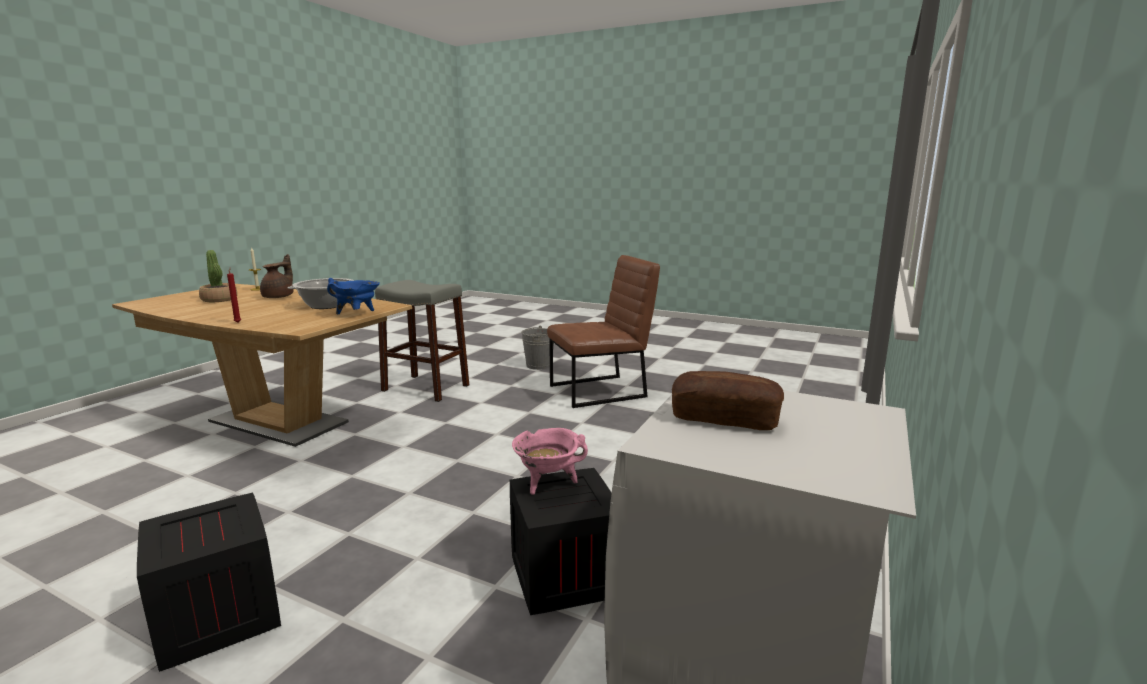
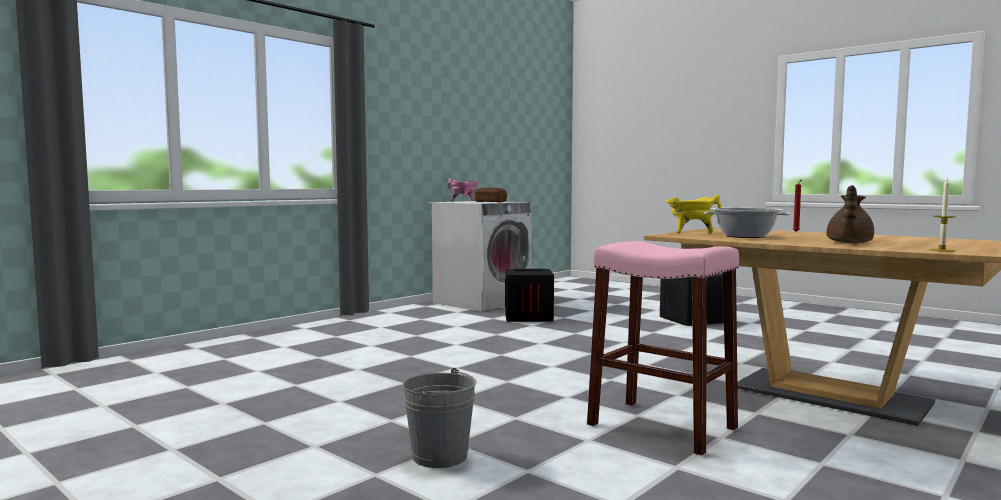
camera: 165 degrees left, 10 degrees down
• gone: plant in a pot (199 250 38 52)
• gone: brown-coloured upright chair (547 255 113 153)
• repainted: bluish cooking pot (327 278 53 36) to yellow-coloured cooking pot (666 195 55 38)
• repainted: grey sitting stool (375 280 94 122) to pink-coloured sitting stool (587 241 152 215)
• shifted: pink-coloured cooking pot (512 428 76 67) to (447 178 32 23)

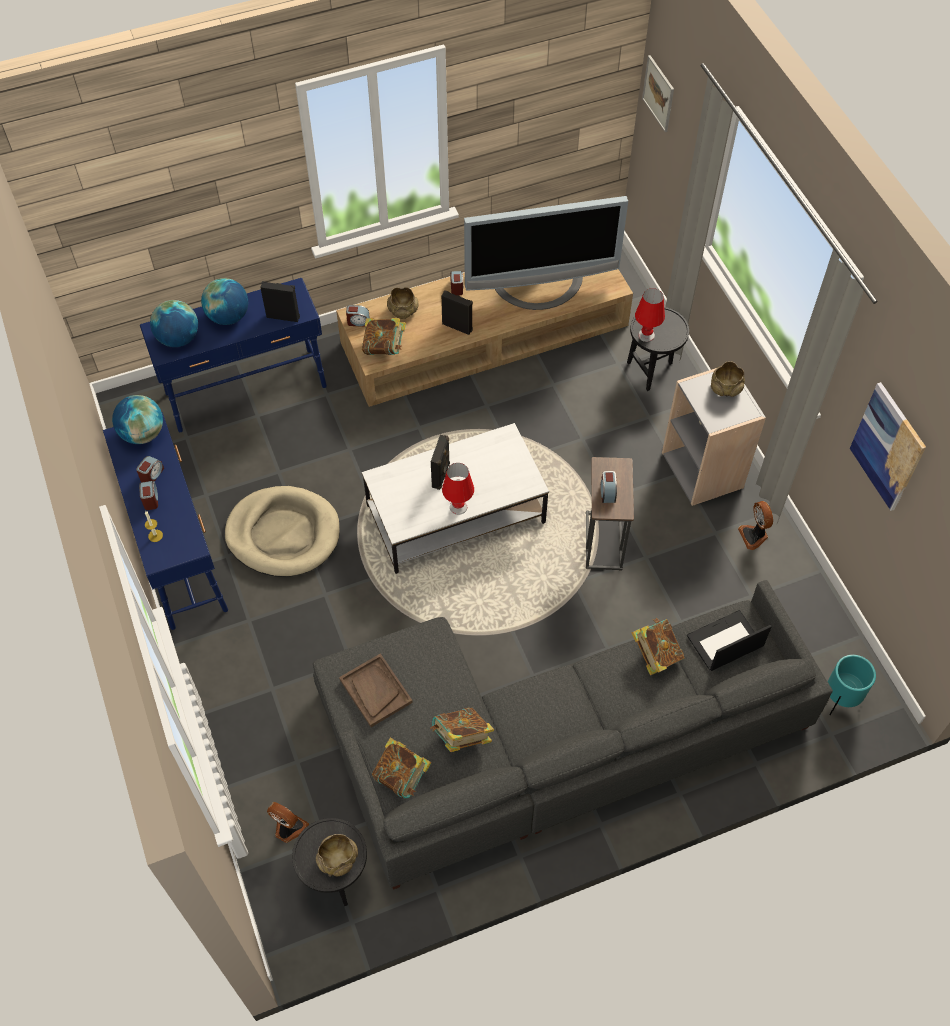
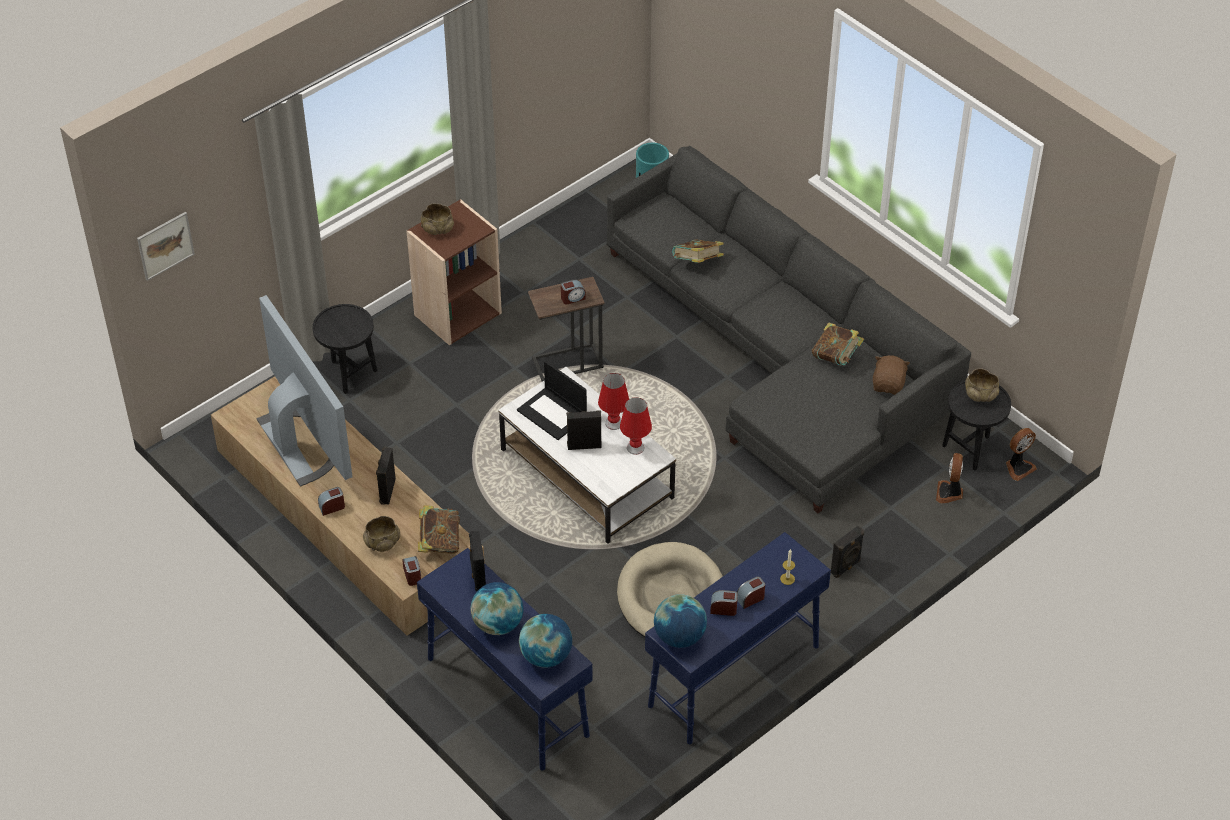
camera: 110 degrees left, 10 degrees down
• shifted: red-coloured table lamp (635 288 30 54) to (620 397 32 58)
• repainted: grey bookcase (662 368 104 138) to brown-coloured bookcase (406 199 96 146)
• gone: wall picture (850 382 76 129)
• shifted: fan (738 501 35 49) to (1006 428 31 53)
• shifted: notebook computer (687 610 85 61) to (517 361 70 79)
• gone: brown-coloured serving tray (339 653 74 74)
• swapped: book (372 738 59 60) to brown-coloured soft toy (873 355 37 40)
• new: black audio speaker (831 526 33 52)

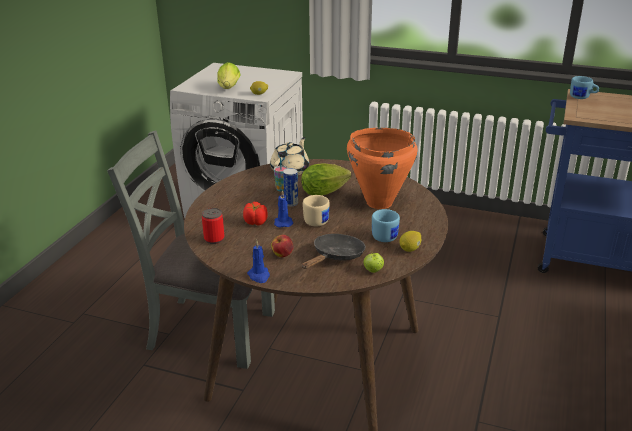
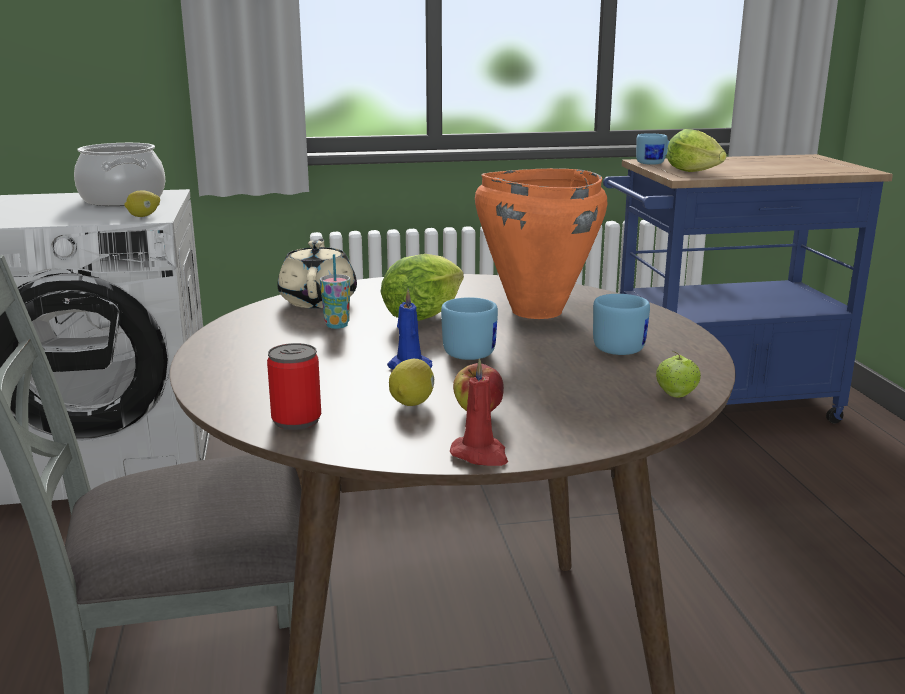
camera: 30 degrees left, 10 degrees down
• shifted: head of lettuce (217 62 24 27) to (666 129 61 43)
• gone: can (283 168 15 39)
• repainted: beige tea mug (303 195 27 31) to bluish tea mug (441 297 57 63)
• gone: fresh tomato (243 202 25 23)
• shifted: lemon (400 231 21 21) to (389 359 45 47)
• gone: black skillet (302 234 63 35)
• repainted: bluish candle (247 240 23 43) to red-coloured candle (450 358 58 108)
• new: cooking pot (74 143 91 63)

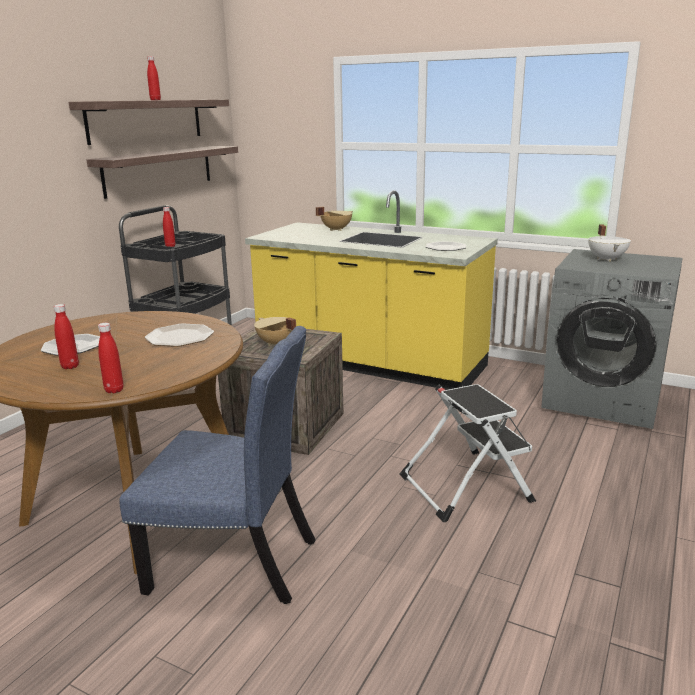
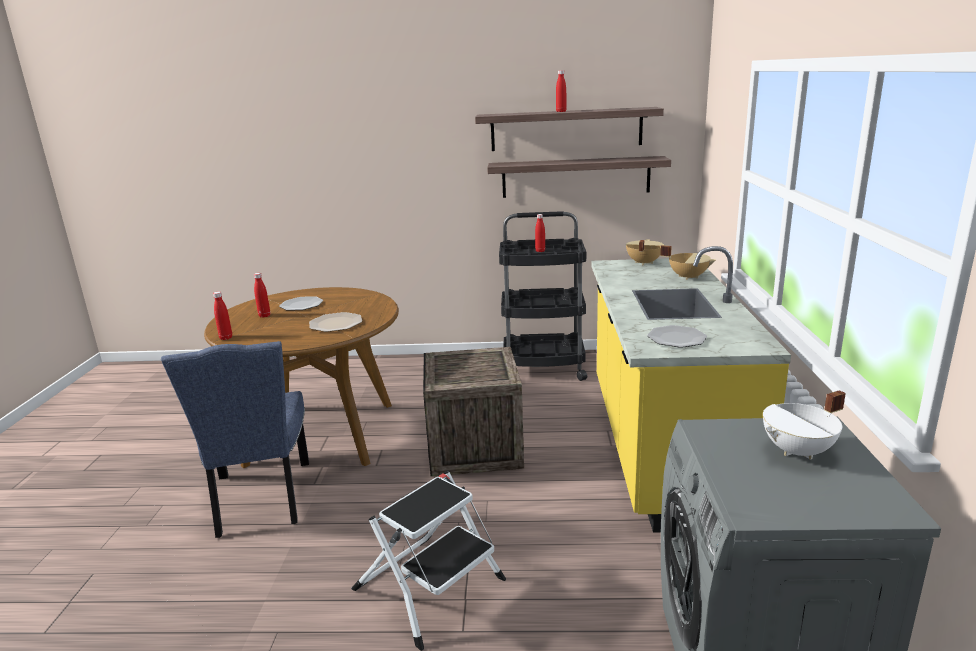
camera: 65 degrees right, 0 degrees up
• shifted: beige cooking pot (254 317 42 29) to (626 239 38 26)

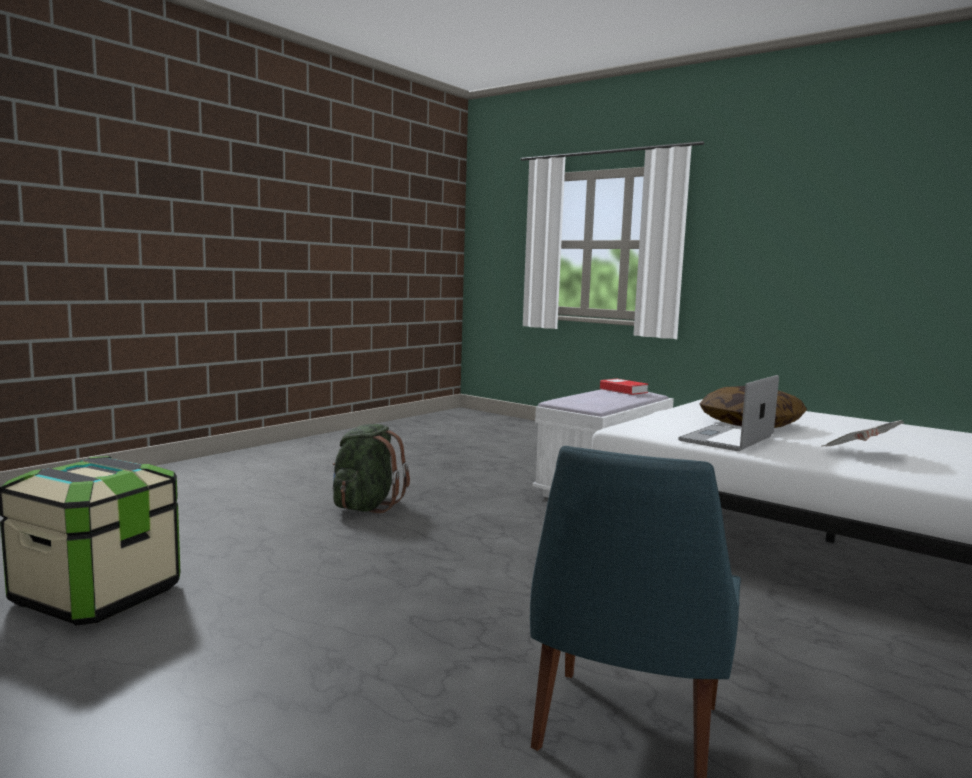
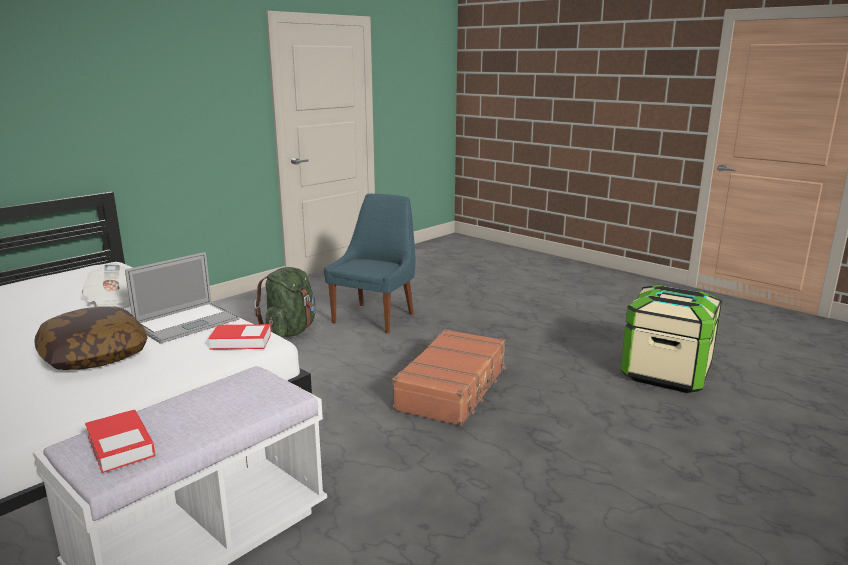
camera: 175 degrees left, 10 degrees up
• shifted: greenish rucksack (333 424 77 89) to (254 267 61 70)
• new: book (208 324 63 26)
• new: brown-coloured suitcase (392 329 115 97)

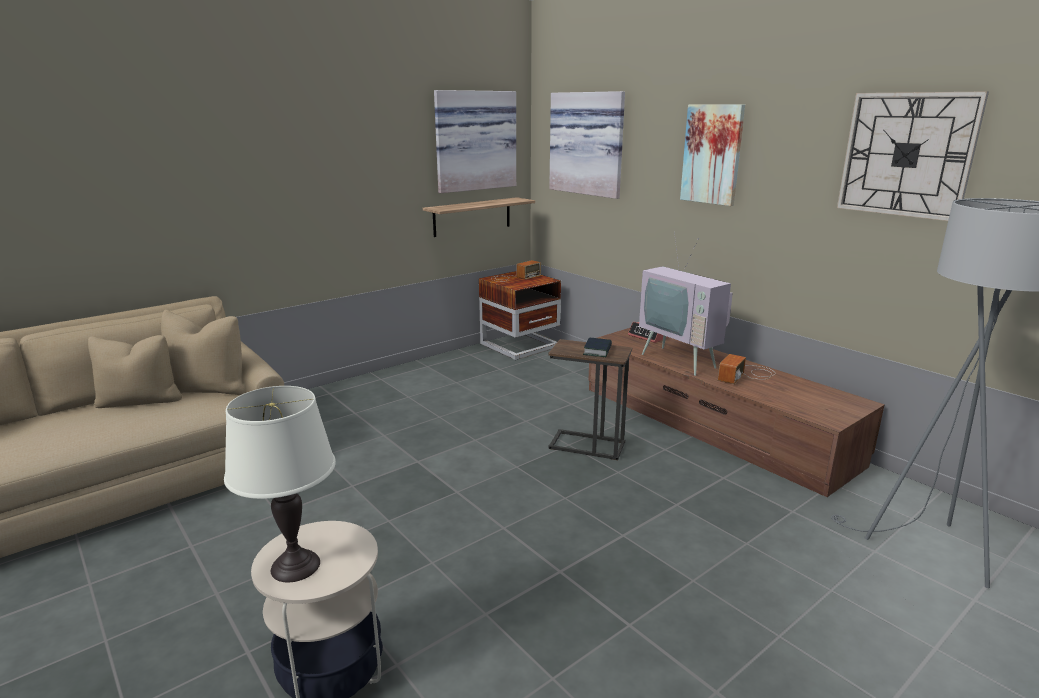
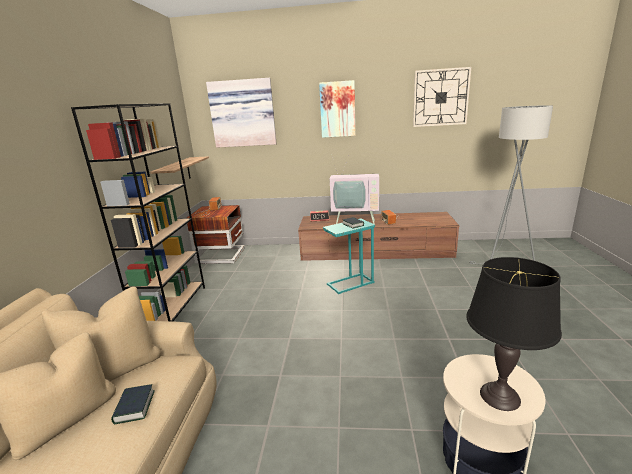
camera: 45 degrees left, 0 degrees up
• gone: wall picture (434 90 82 103)
• repainted: brown-coloured accent table (548 339 84 121) to blue-green accent table (323 219 52 75)
• repainted: whitish table lamp (224 386 112 197) to black table lamp (466 257 96 154)
• new: beige bookcase (71 103 134 219)
• new: book (111 384 44 41)

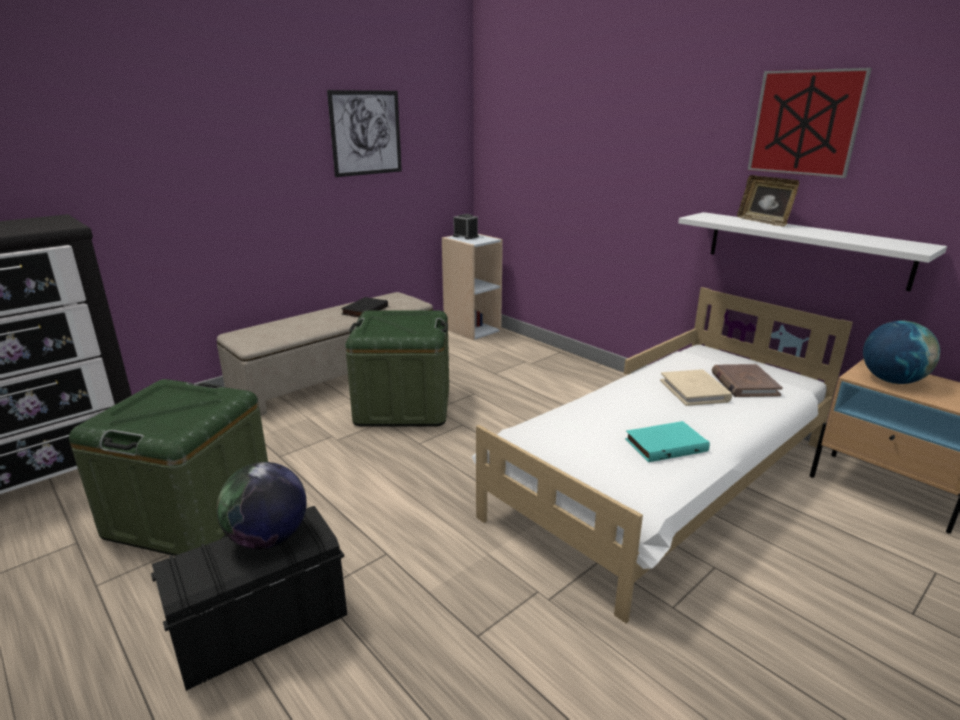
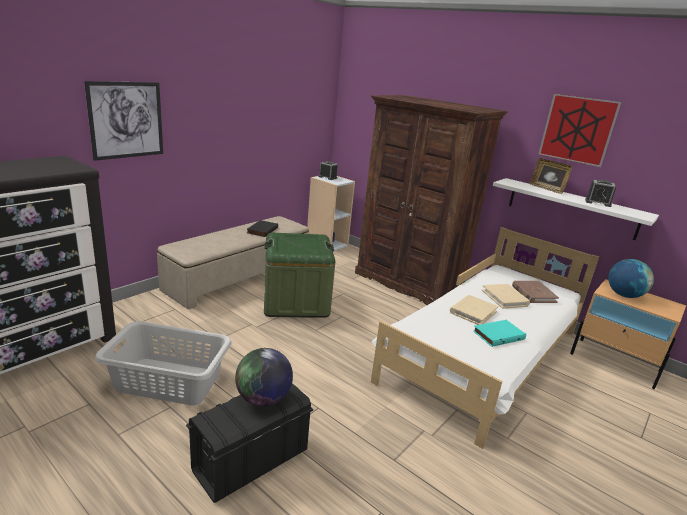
camera: 10 degrees left, 0 degrees up
• shifted: wall picture (327 90 75 87) to (84 81 79 80)
• swapped: greenish storage bin (69 379 199 177) to grey hamper (95 321 137 84)
• new: brown-coloured armoire (355 95 153 210)
• new: bedside clock (585 180 31 27)
• new: beige book (450 295 48 30)

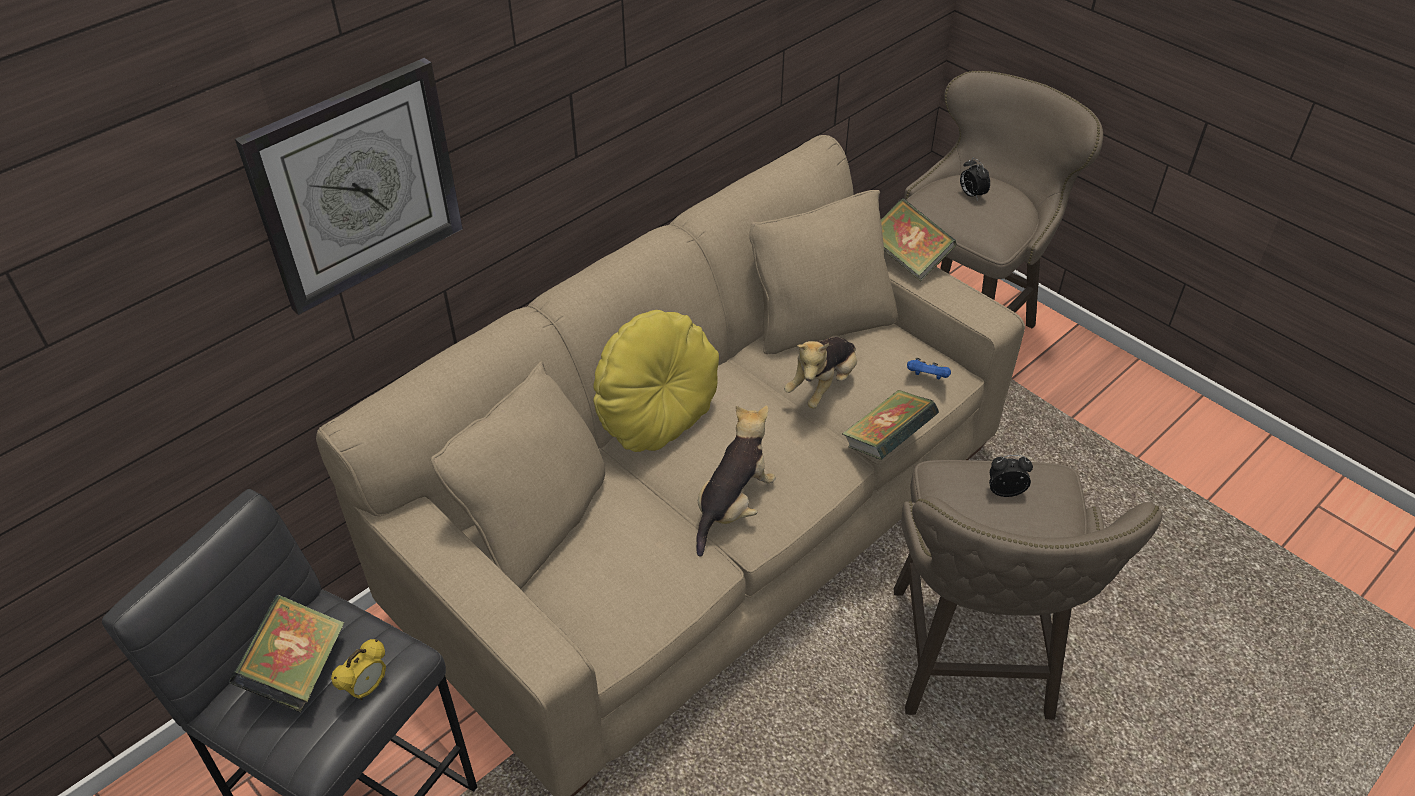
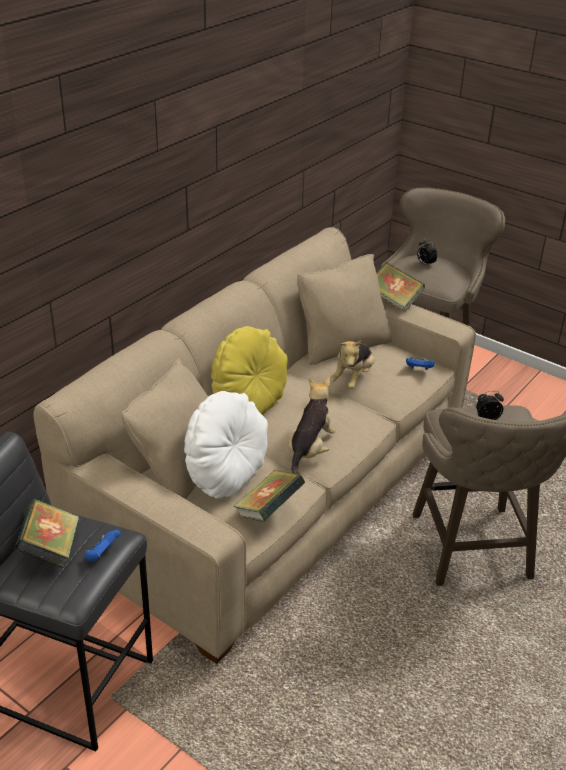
camera: 10 degrees left, 10 degrees down
• gone: wall clock (235 58 228 257)
• shifted: book (842 390 97 70) to (233 470 72 52)
• swapped: bedside clock (331 639 55 61) to bluish game controller (84 529 37 32)
• new: whitish throw pillow (184 391 84 108)

